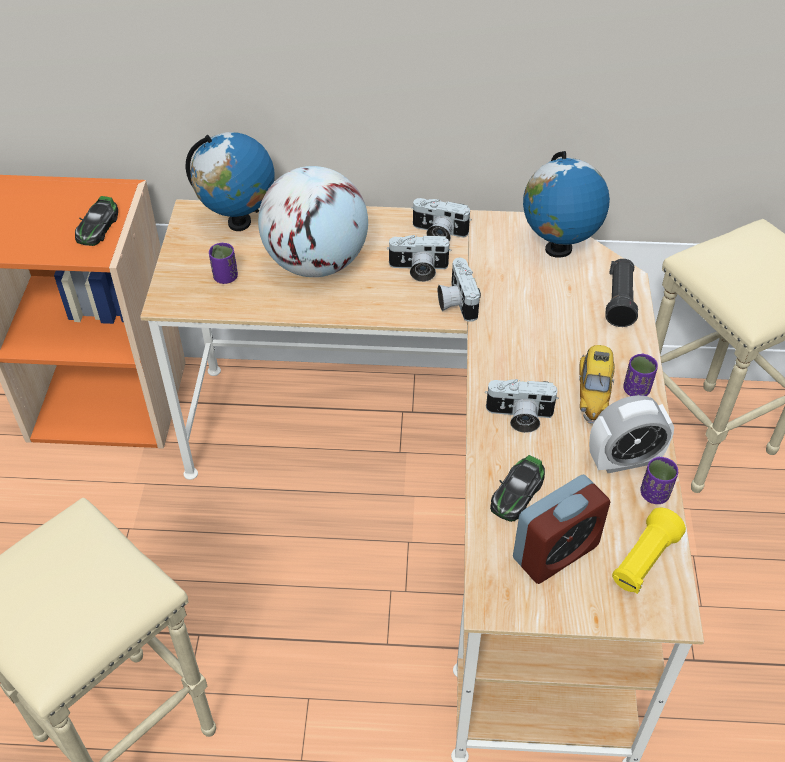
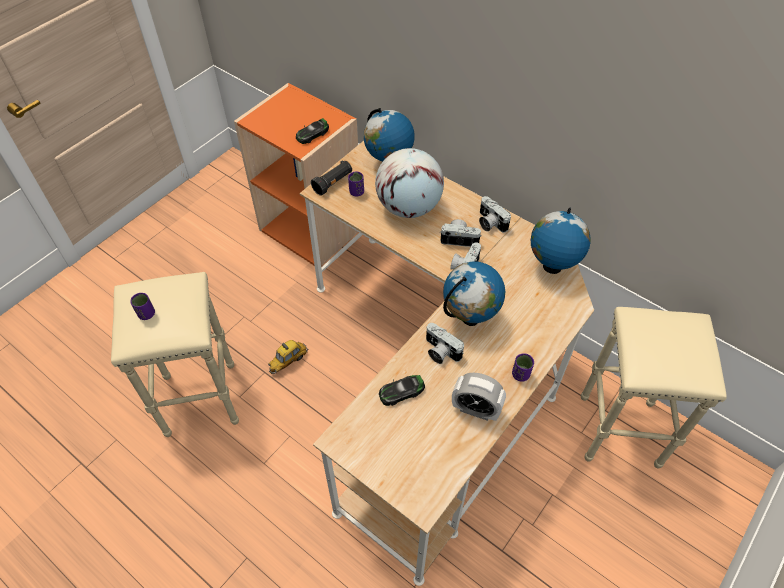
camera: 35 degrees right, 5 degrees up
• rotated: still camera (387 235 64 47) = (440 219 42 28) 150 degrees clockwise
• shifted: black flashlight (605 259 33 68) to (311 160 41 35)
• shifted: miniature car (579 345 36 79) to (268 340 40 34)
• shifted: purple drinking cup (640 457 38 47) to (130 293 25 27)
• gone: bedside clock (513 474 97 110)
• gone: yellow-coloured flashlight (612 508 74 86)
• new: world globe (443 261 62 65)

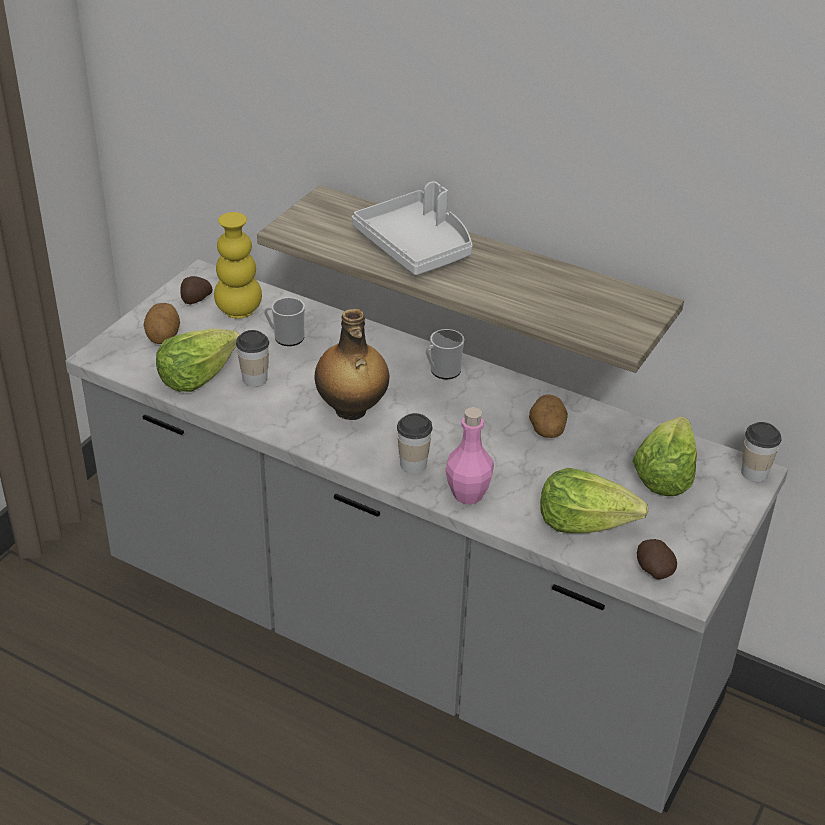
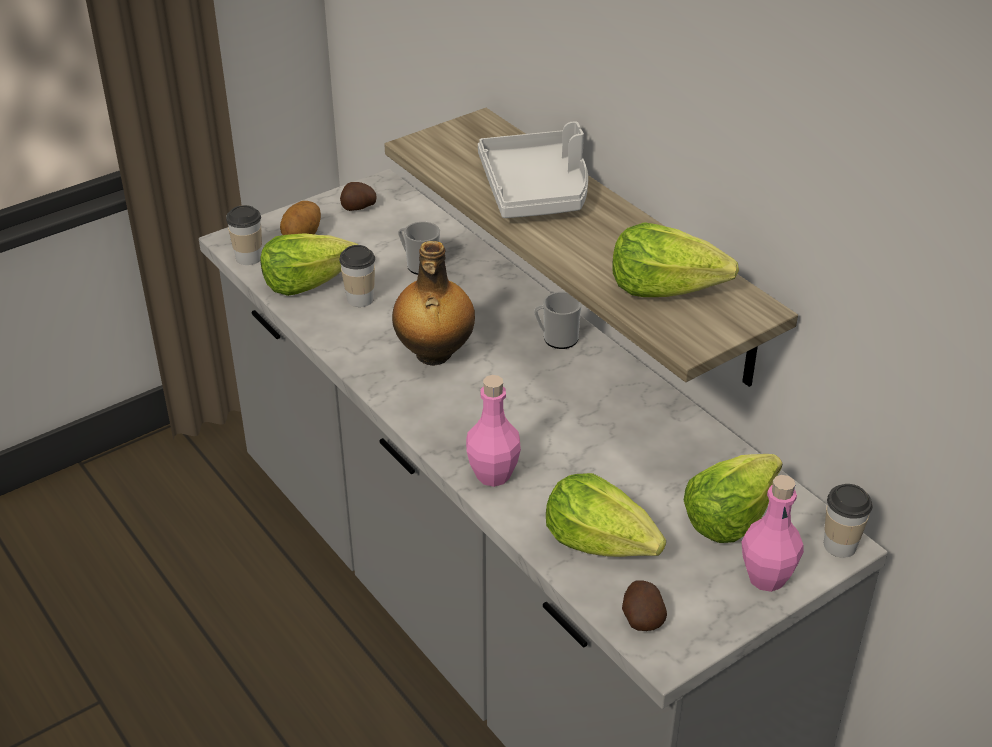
camera: 25 degrees right, 0 degrees up
• gone: yellow-coloured decorative vase (214 212 48 107)
• gone: spud (529 394 39 44)
• shifted: drinking cup (397 413 35 60) to (226 205 36 60)
• new: head of lettuce (612 222 127 75)
• new: pink-coloured beverage bottle (742 475 62 117)

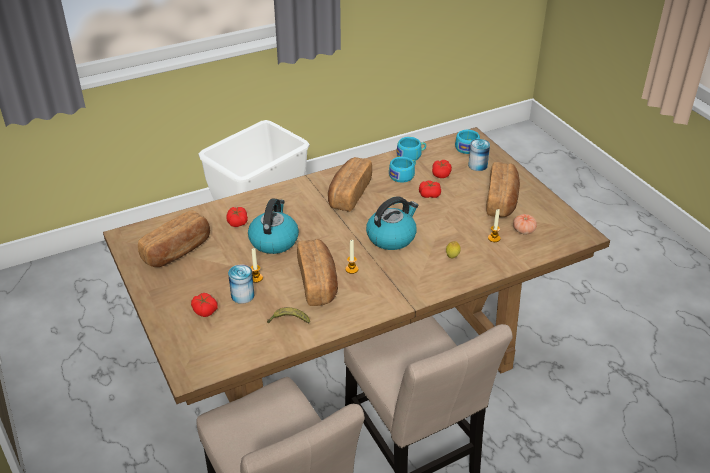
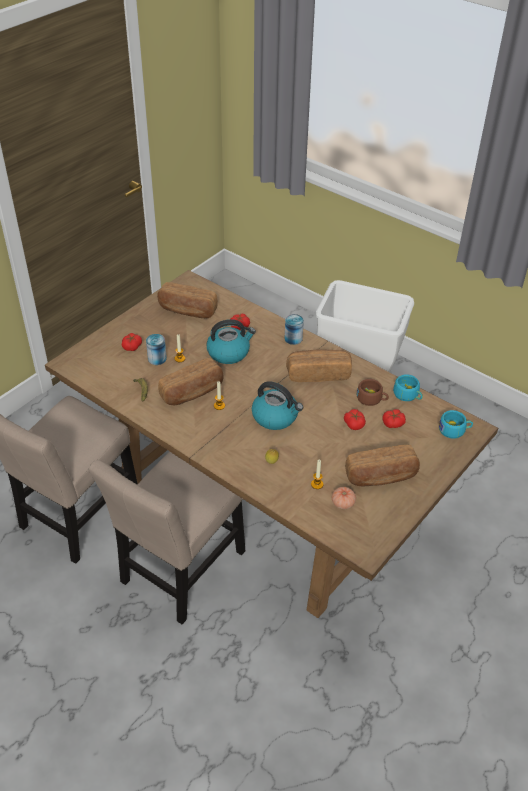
camera: 65 degrees right, 5 degrees up
• shifted: can (468 139 22 32) to (285 314 19 31)
• repainted: blue-green drinking cup (389 157 27 26) to brown-coloured drinking cup (357 379 32 27)

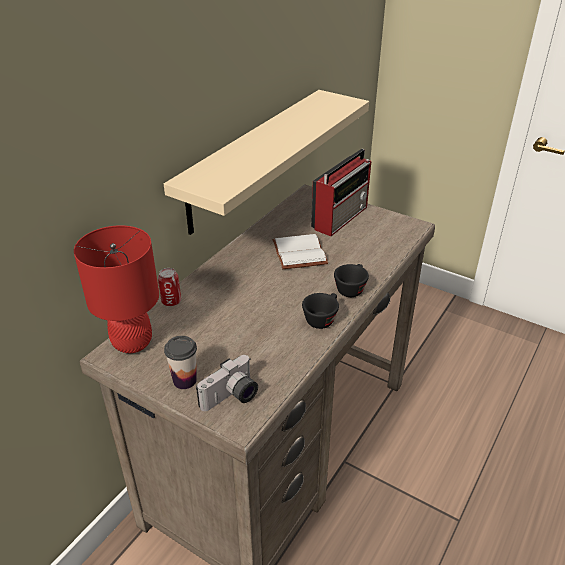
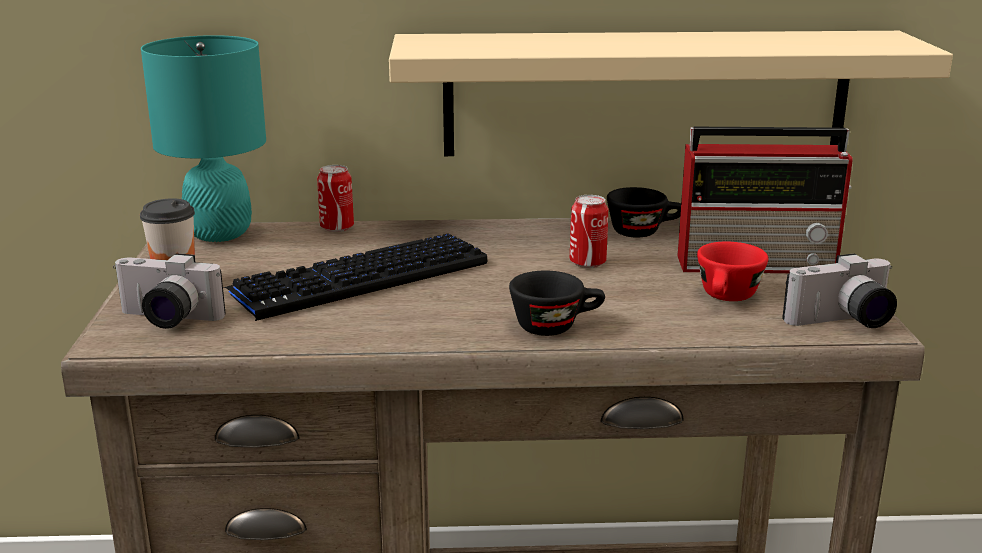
camera: 55 degrees right, 15 degrees down
• repainted: red-coloured table lamp (74 225 85 129) to blue-green table lamp (141 35 125 207)
• swapped: whitish book (272 234 56 35) to can (570 195 38 73)
• shifted: black drinking cup (302 293 37 36) to (607 187 74 51)
• new: computer keyboard (223 233 265 88)
• new: red-coloured drinking cup (697 242 71 59)
• new: still camera (782 253 115 75)

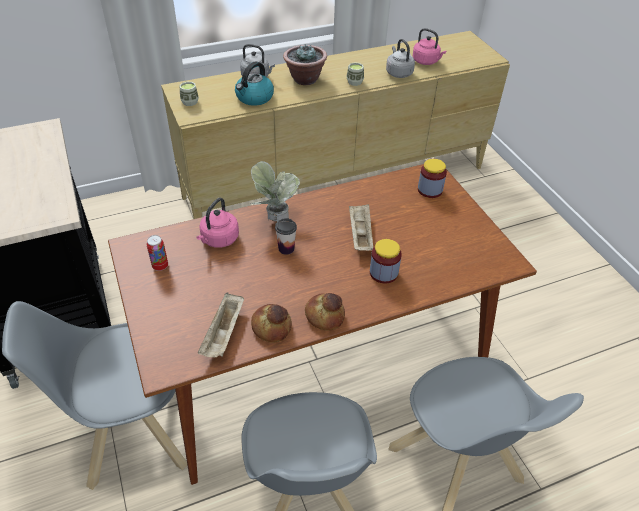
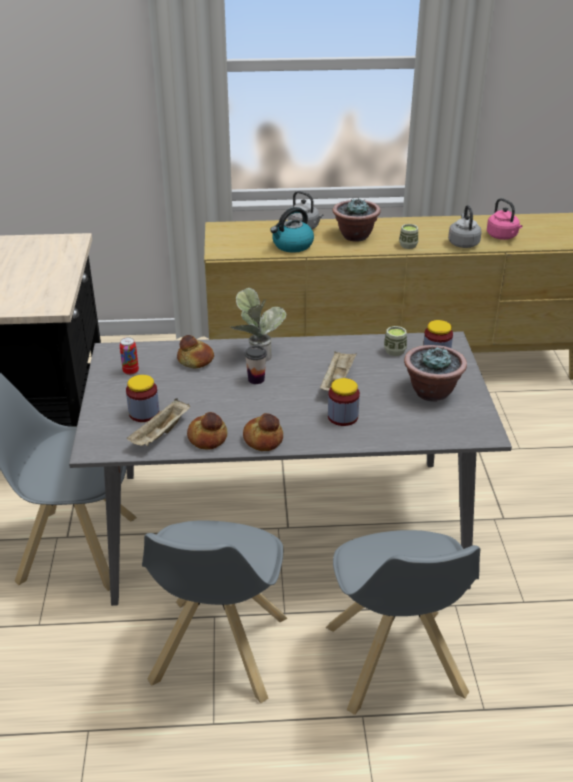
camera: 20 degrees right, 10 degrees down
• shifted: drinking cup (179 82 20 24) to (384 326 23 30)
• repainted: brown-coloured dining table (108 164 429 321) to grey dining table (69 331 443 275)
• swapped: pink-coloured kettle (196 198 43 50) to bakery bread (177 335 37 33)
• new: plant in a pot (404 345 63 57)
• new: jar (126 375 33 47)

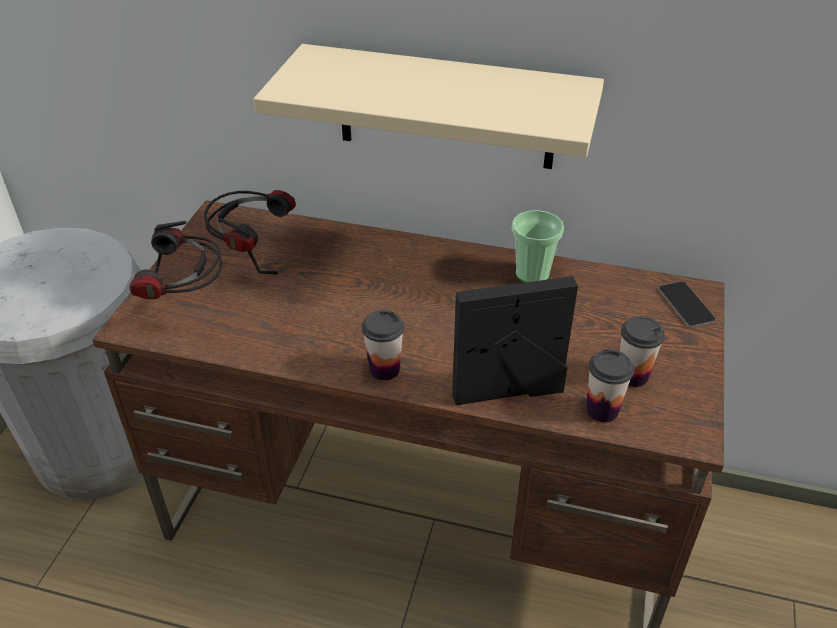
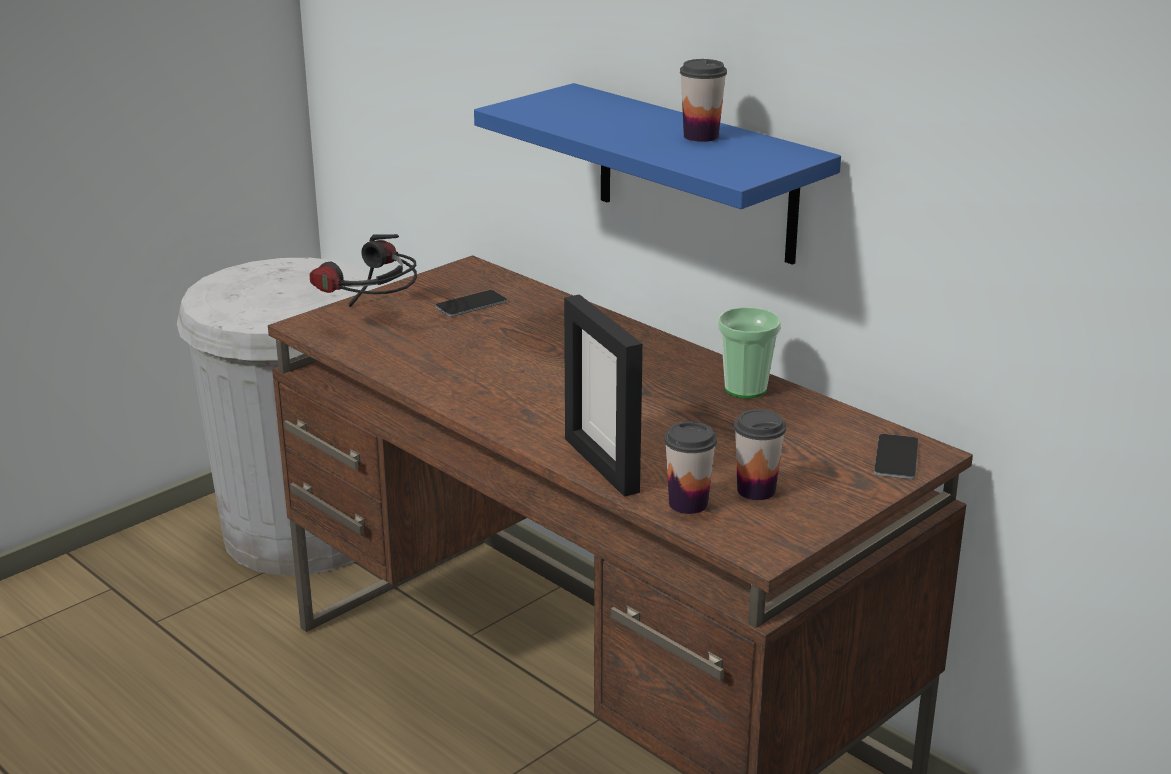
camera: 30 degrees right, 15 degrees down
• repainted: beige shelf (253 44 351 125) to bluish shelf (474 83 367 182)
• swapped: headphones (204 190 92 85) to phone (436 290 71 27)
• rotated: photo frame (452 276 126 129) = (564 294 79 203) 135 degrees counterclockwise
• shifted: drinking cup (362 310 42 71) to (680 59 47 83)

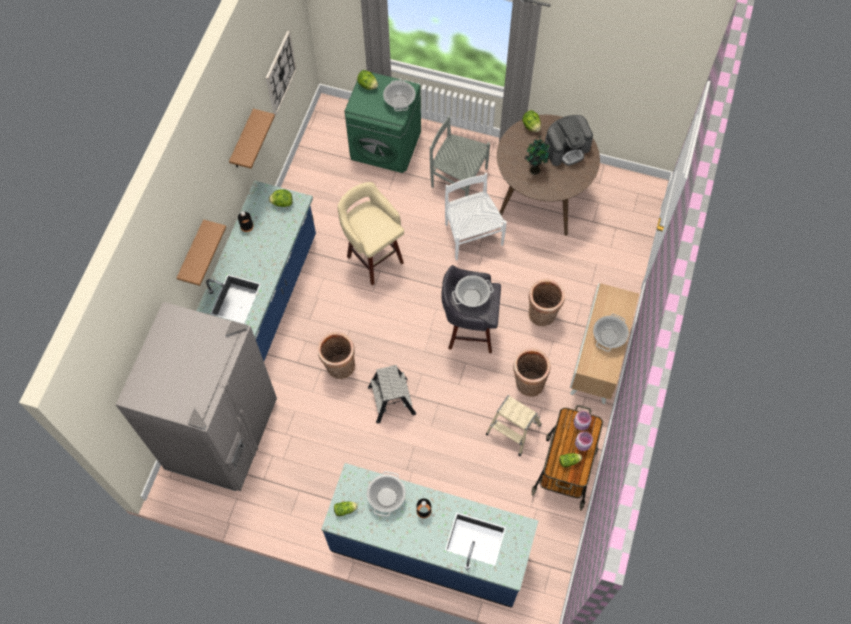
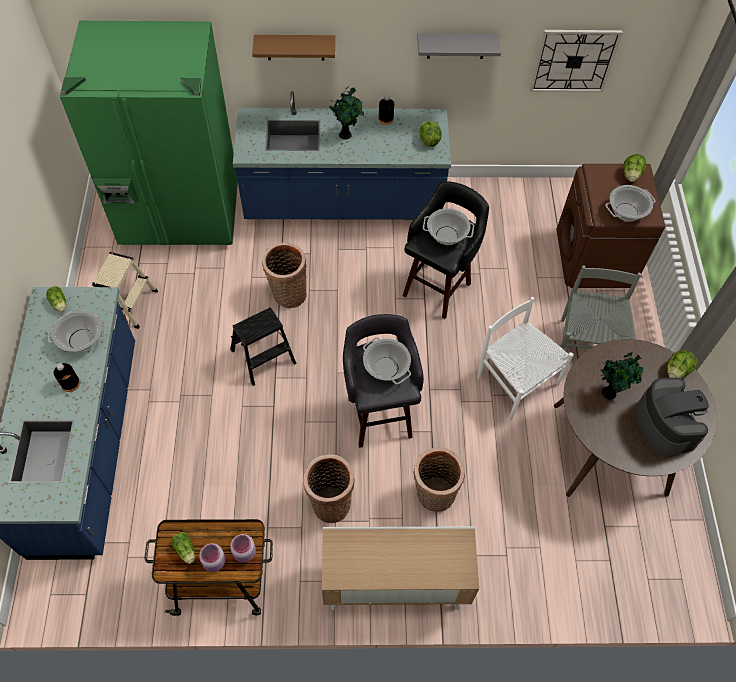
camera: 70 degrees right, 5 degrees down
• repainted: greenish washing machine (345 70 76 103) to brown-coloured washing machine (556 164 109 124)
• repainted: brown-coloured shelf (229 109 46 60) to grey shelf (417 33 84 26)
• rotated: coffee machine (545 115 48 51) = (636 378 73 79) 150 degrees counterclockwise
• rotated: whitish upright chair (445 173 62 87) = (477 297 97 124) 90 degrees counterclockwise
• repainted: beige sitting stool (337 182 67 104) to black sitting stool (403 181 86 138)
• repainted: grey fridge (116 302 161 189) to greenish fridge (60 21 178 224)
• shifted: cooking pot (593 314 36 38) to (423 208 51 37)
• shifted: beige step ladder (486 395 55 61) to (92 252 66 77)
• new: plant in a pot (327 86 37 54)

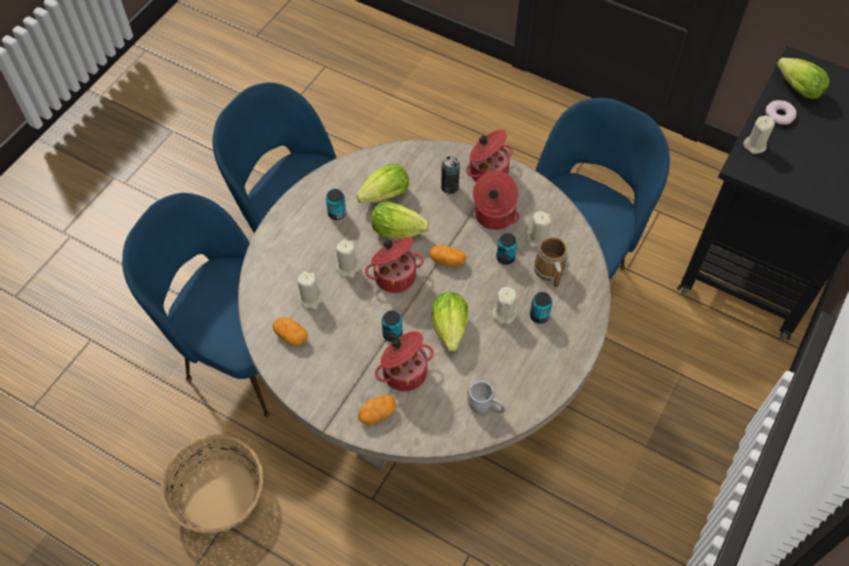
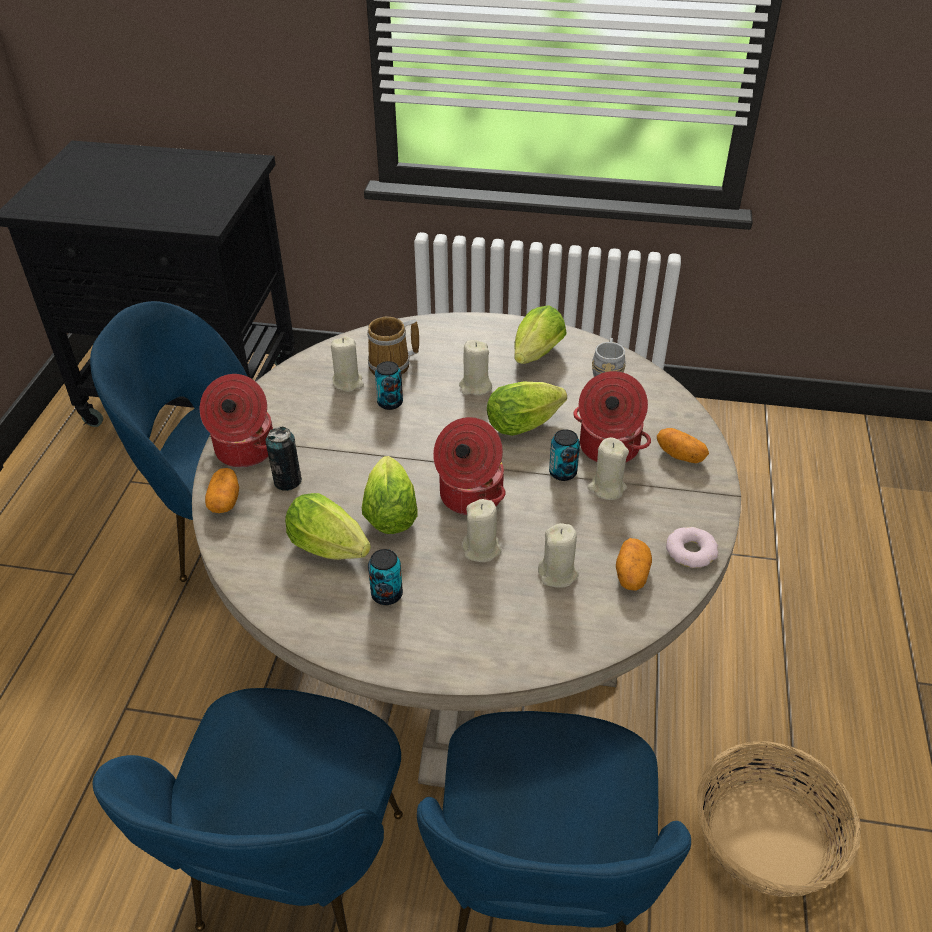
camera: 110 degrees left, 15 degrees down
• shifted: head of lettuce (777 58 53 41) to (514 306 53 58)
• shifted: donut (766 100 31 25) to (666 527 52 41)
• shifted: beige candle (743 115 32 39) to (587 437 42 63)
• gone: cooking pot (473 171 46 59)
• shifted: spud (429 245 38 21) to (205 468 34 45)
• gone: can (530 292 22 32)

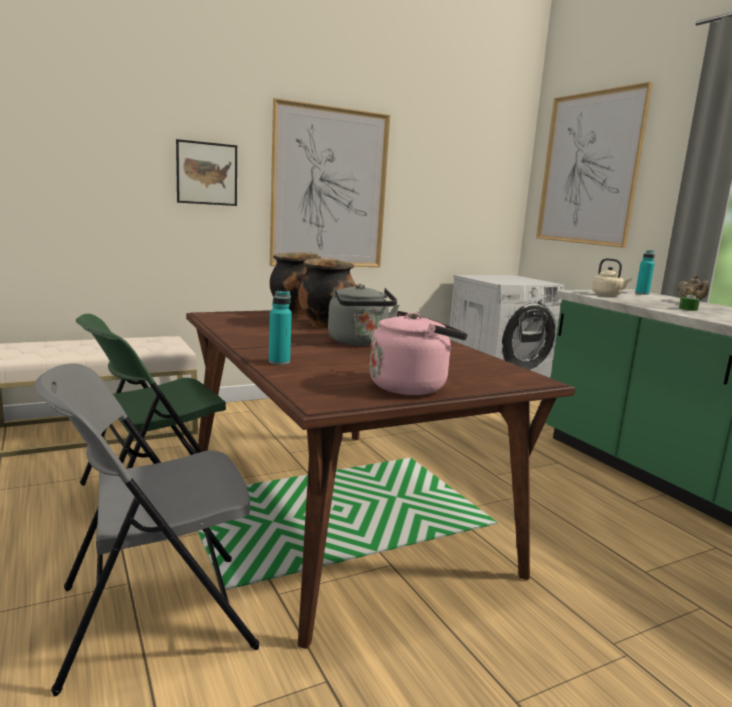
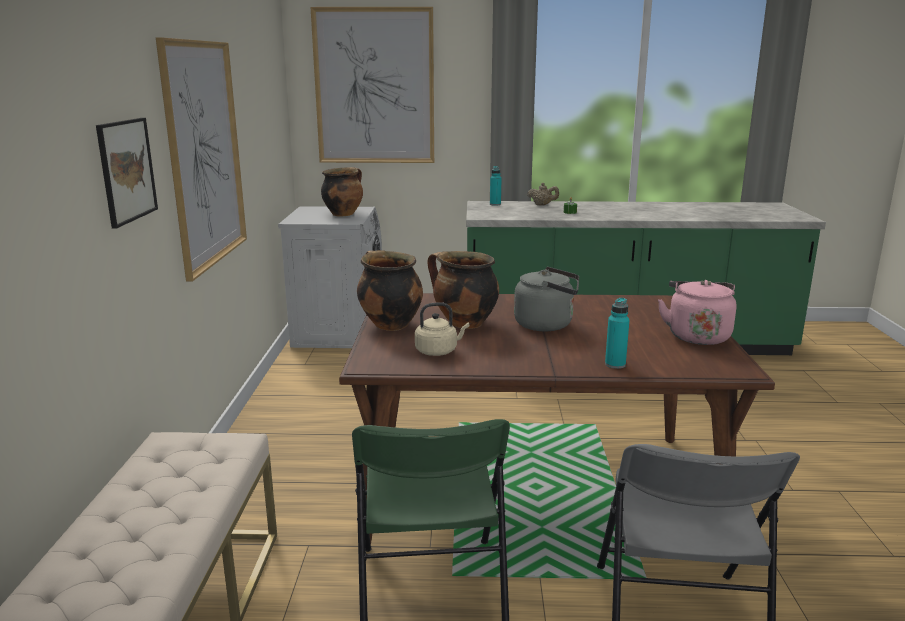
camera: 60 degrees left, 5 degrees up
• shifted: beige kettle (592 258 40 38) to (415 302 54 54)
• new: cooking pot (321 167 42 49)

